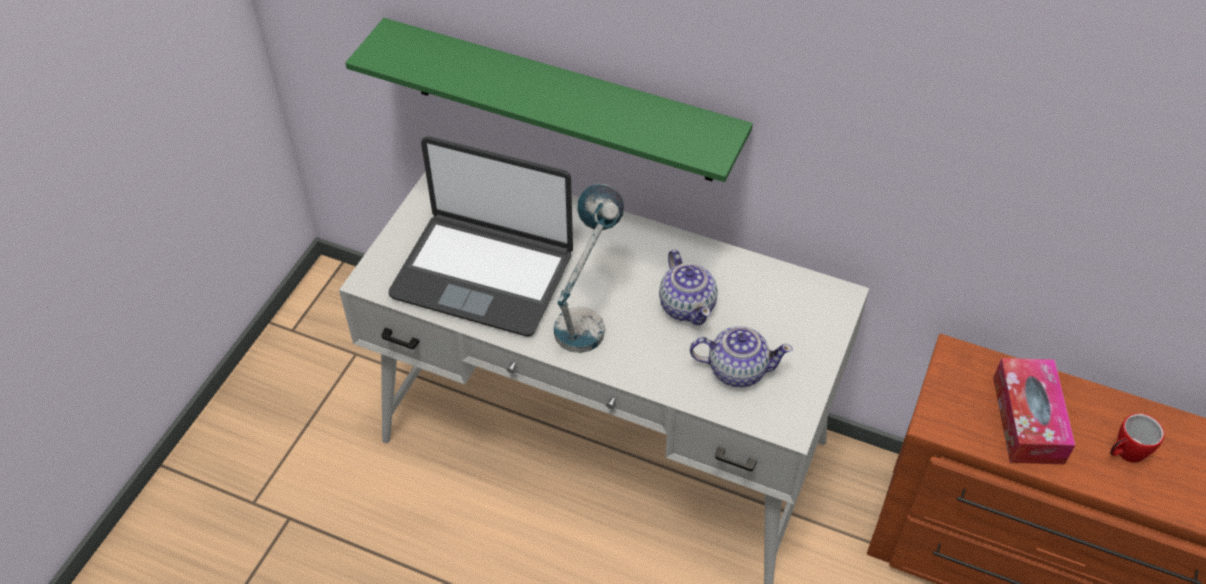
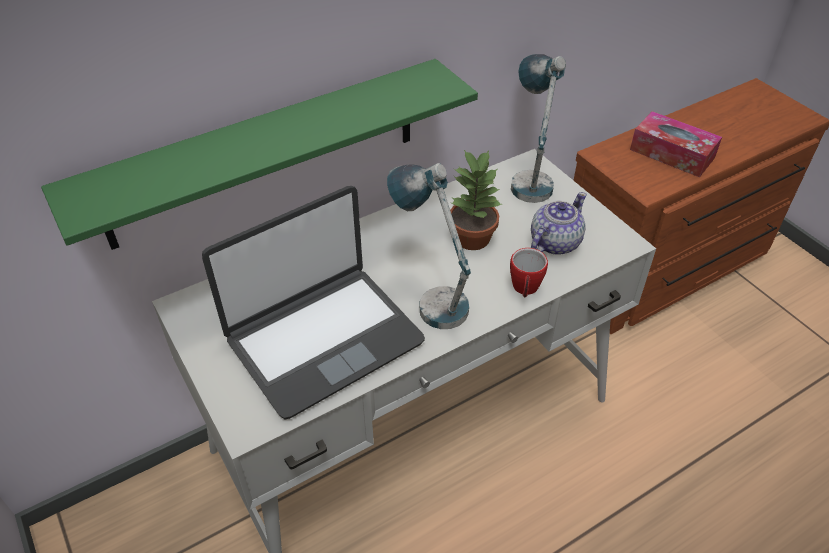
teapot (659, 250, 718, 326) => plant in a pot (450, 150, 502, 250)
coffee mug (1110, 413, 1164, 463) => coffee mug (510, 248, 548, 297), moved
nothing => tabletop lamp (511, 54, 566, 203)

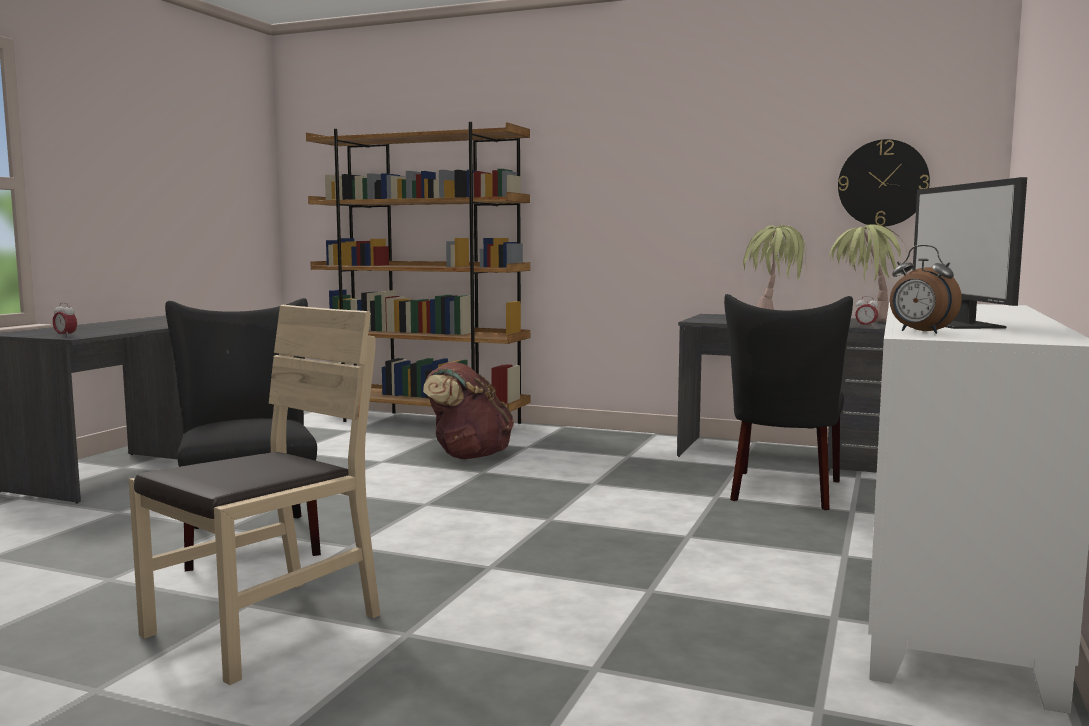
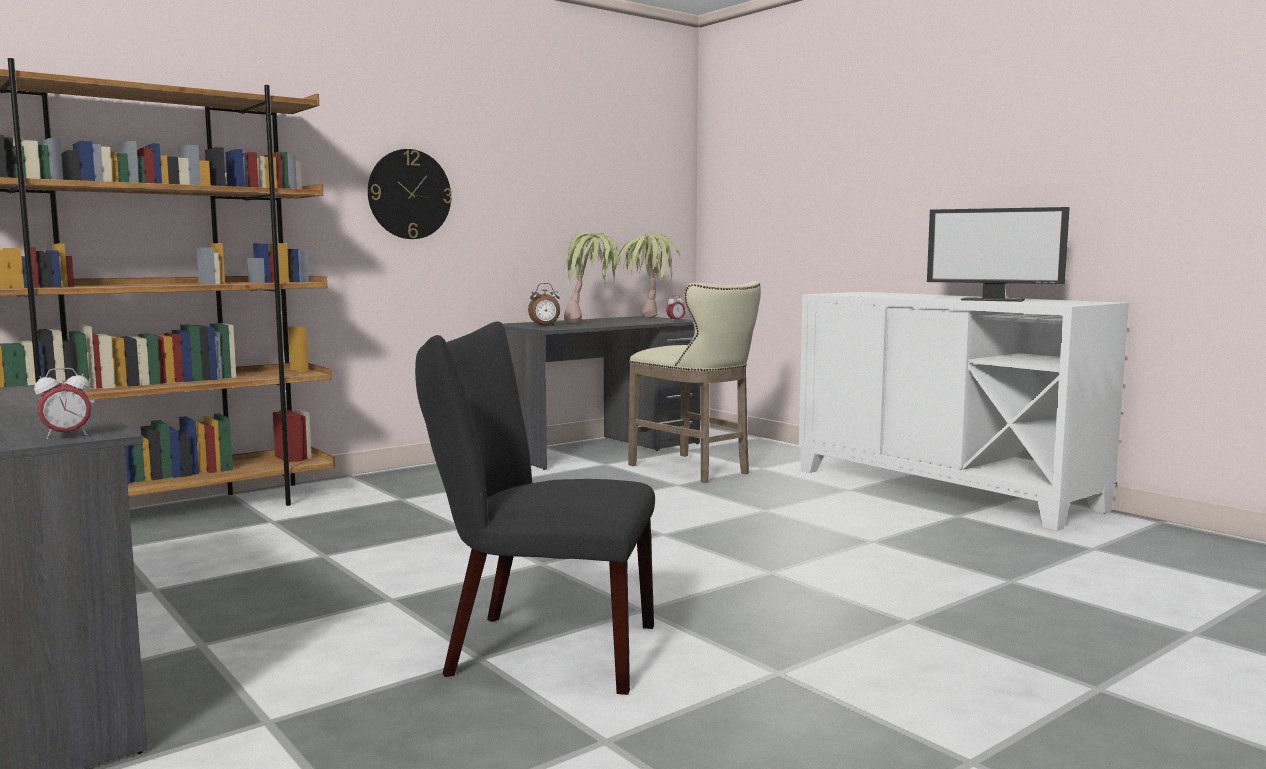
wall clock (838, 139, 930, 227) => wall clock (368, 149, 452, 239), moved
table clock (890, 245, 962, 334) => table clock (528, 283, 560, 326), moved
plain chair (black) (724, 294, 853, 510) => stool (sand-coloured) (628, 281, 761, 483)
plain chair (sand-coloured) (129, 305, 380, 685) => nothing
knapsack (brownish) (423, 362, 514, 459) => nothing

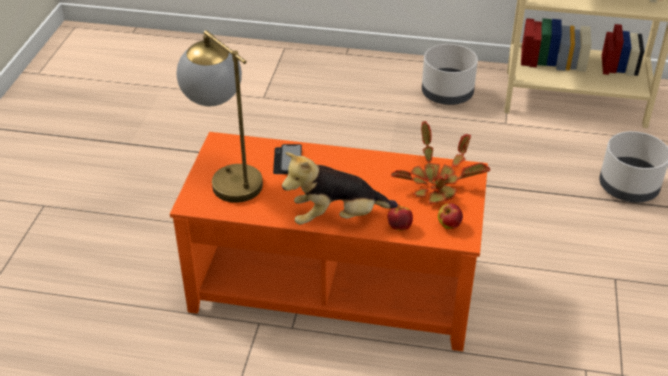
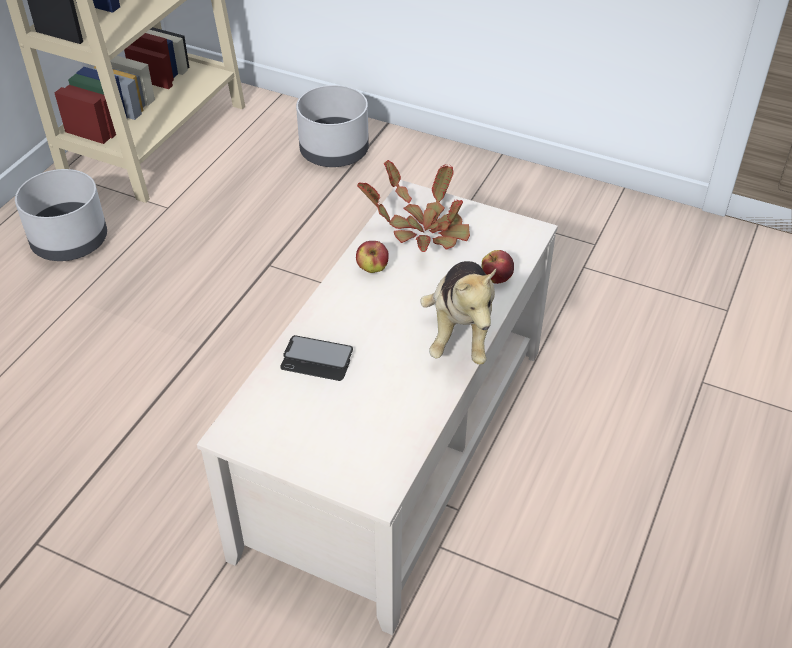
coffee table (orange) (170, 132, 488, 351) => coffee table (sand-coloured) (197, 180, 558, 635)
apple (438, 203, 463, 229) => apple (356, 241, 389, 273), moved
tabletop lamp (176, 30, 263, 203) => nothing

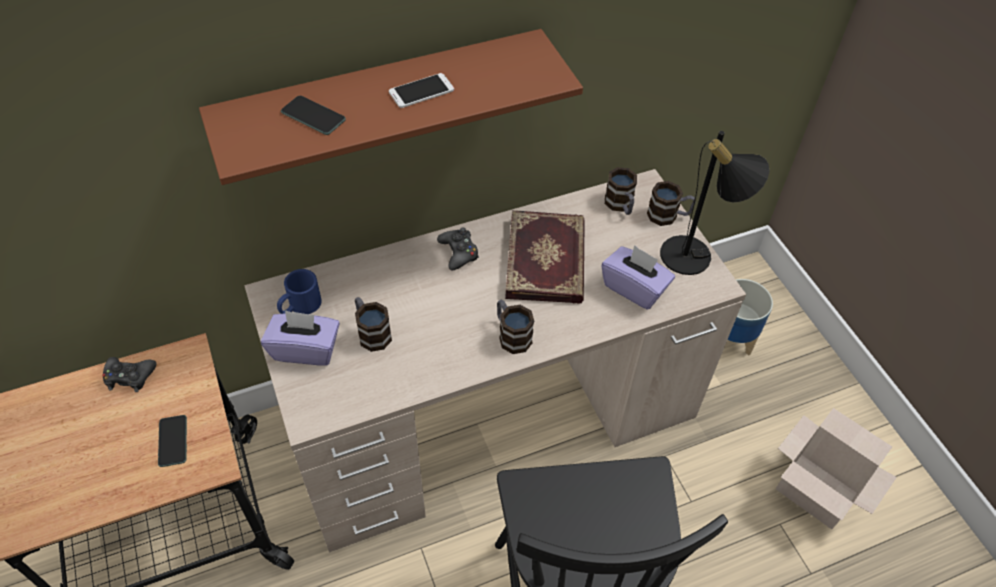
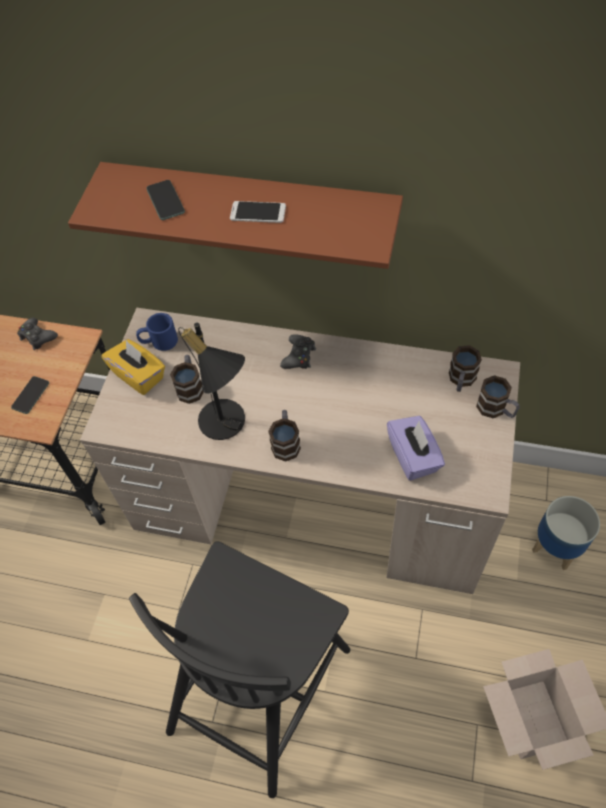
tissue box (purplish) (261, 310, 340, 366) => tissue box (yellowish) (102, 339, 165, 395)
tabletop lamp (black) (660, 131, 769, 275) => tabletop lamp (black) (178, 322, 245, 440), moved
volume (505, 210, 585, 304) => nothing

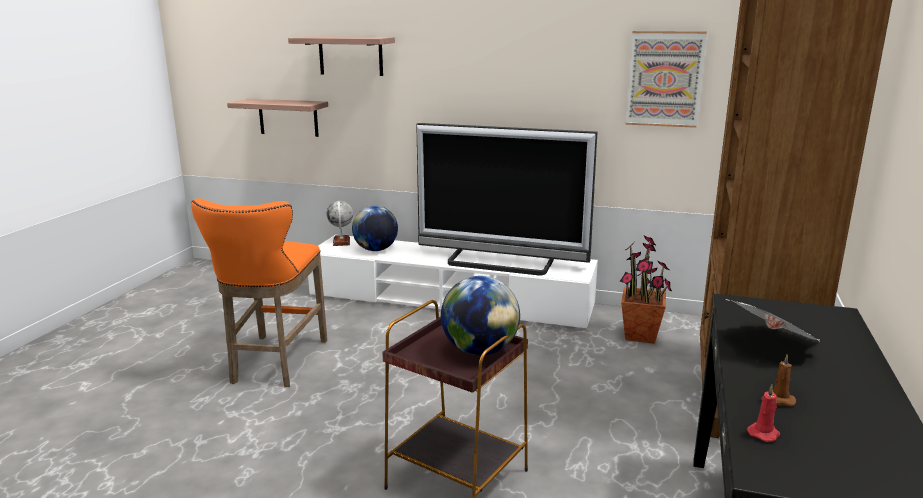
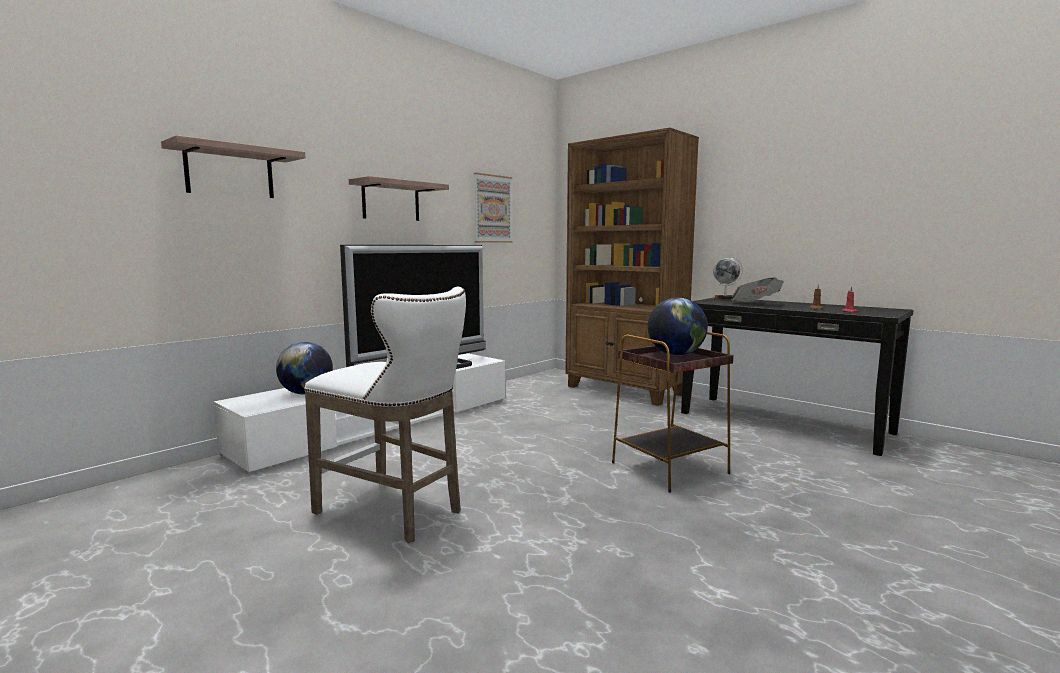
stool (orange) (191, 198, 327, 387) => stool (white) (304, 287, 466, 543)
shelf (227, 99, 328, 137) => shelf (349, 176, 449, 221), moved
desk globe (327, 201, 353, 246) => desk globe (713, 257, 743, 300), moved
plant in a pot (619, 236, 672, 344) => nothing

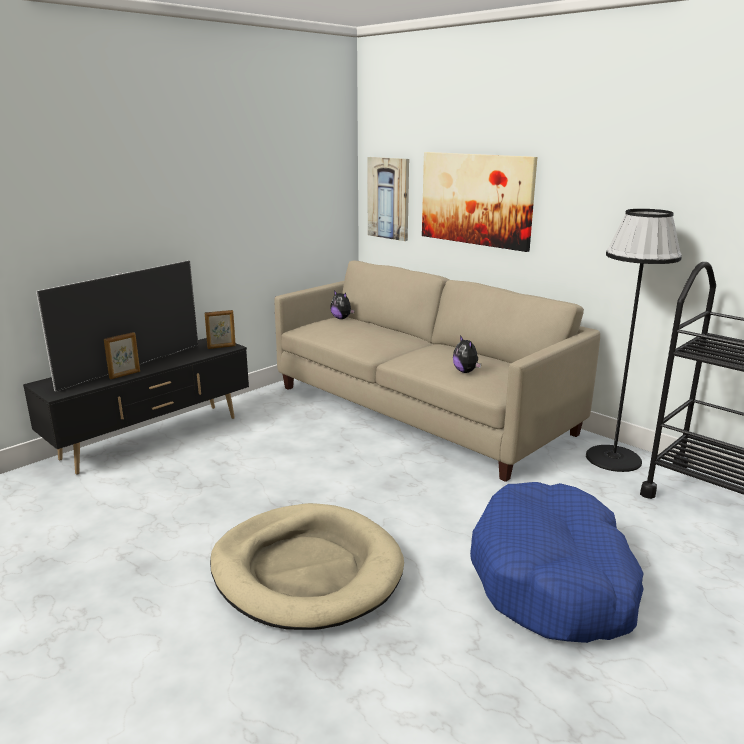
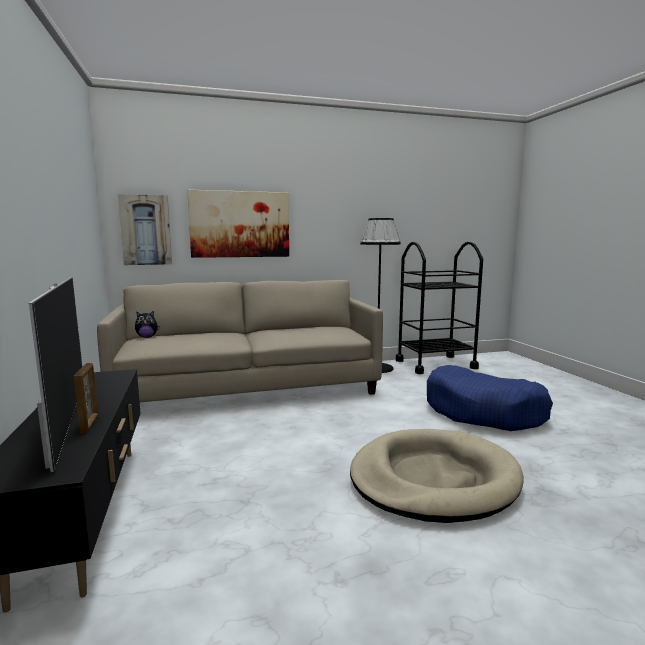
picture frame (205, 310, 236, 349) => nothing
soft toy (453, 335, 481, 373) => nothing

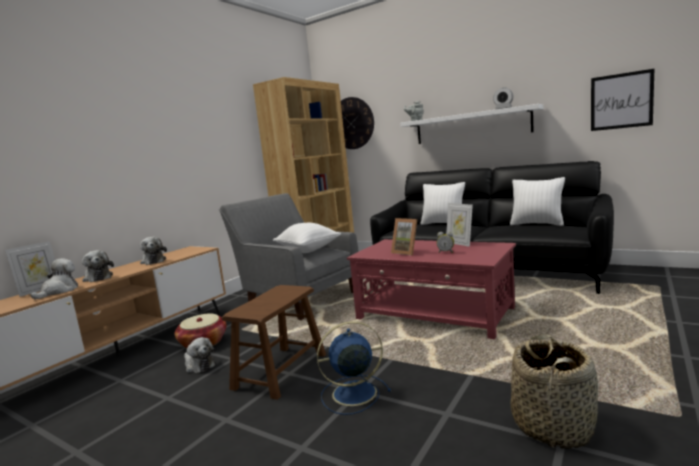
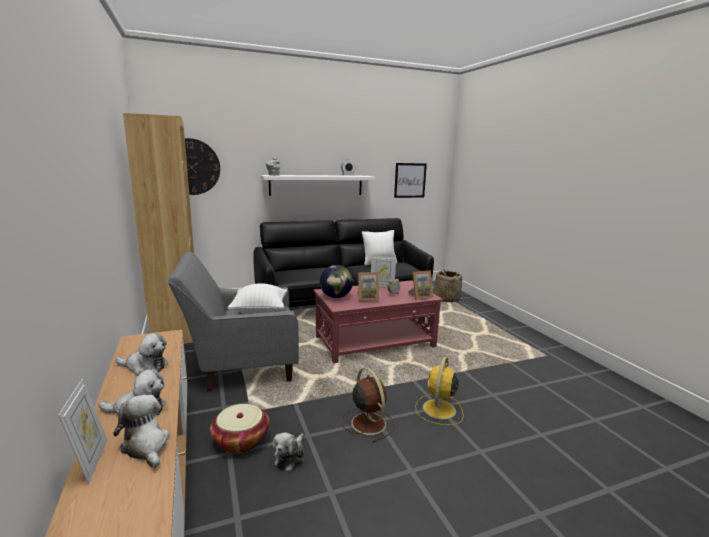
soft toy (184, 337, 215, 373) => soft toy (272, 432, 304, 472), 120 degrees clockwise
nothing => desk globe (320, 265, 353, 298)
stool (brownish) (222, 285, 326, 400) => fan (brownish) (341, 368, 395, 442)
nothing => picture frame (408, 270, 434, 300)
fan (bluish) (317, 321, 391, 415) => fan (yellowish) (415, 357, 464, 425)
household basket (511, 334, 598, 449) => household basket (434, 268, 462, 302), moved
cushion (white) (421, 182, 465, 225) => nothing

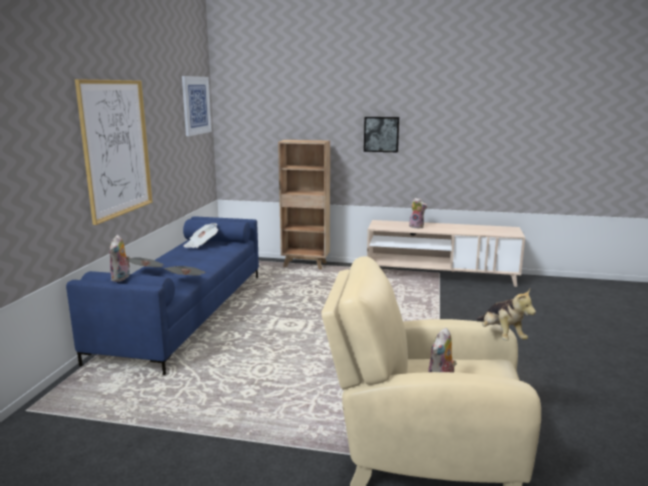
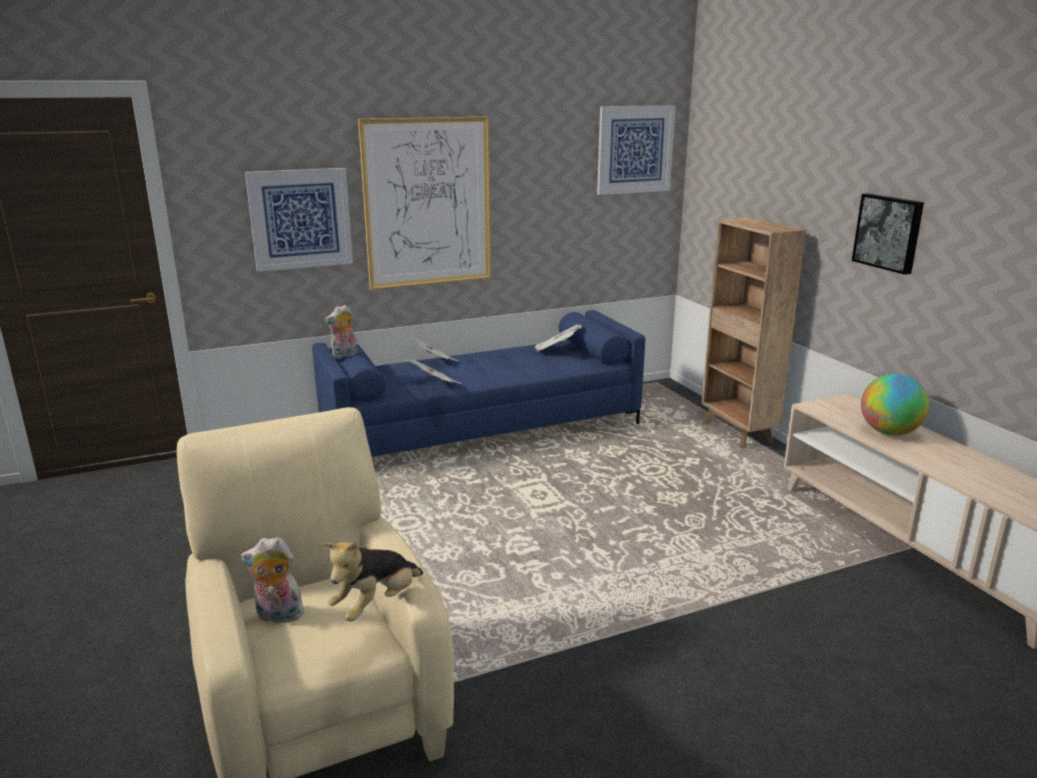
nothing => picture (245, 168, 353, 272)
soft toy (409, 198, 427, 229) => desk globe (861, 374, 929, 435)

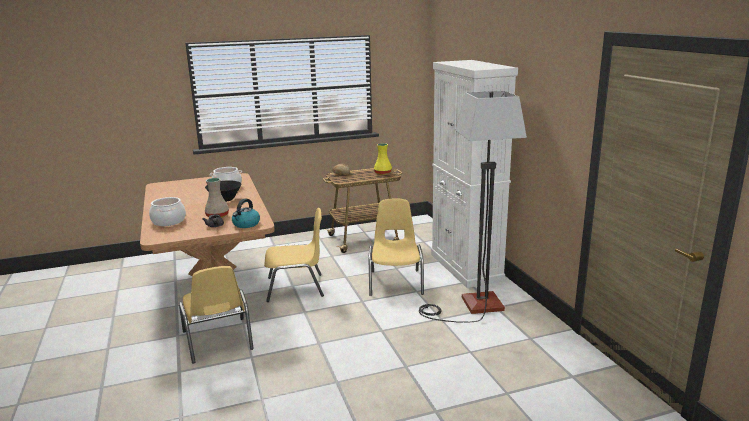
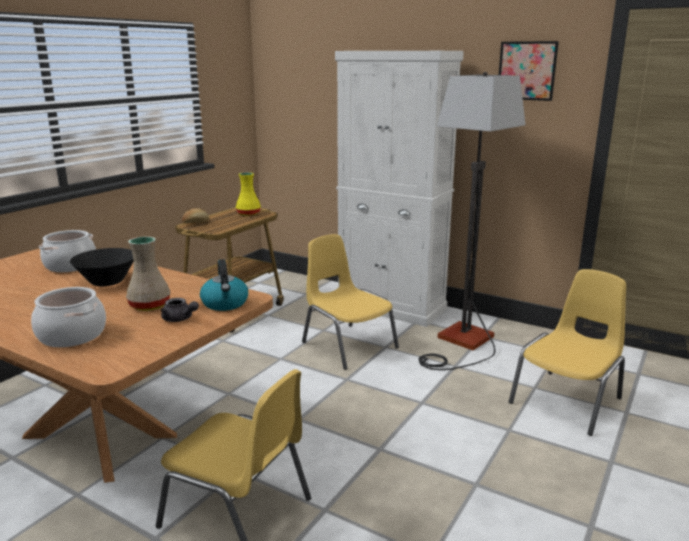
nothing => picture (499, 41, 559, 101)
plain chair (yellowish) (264, 208, 324, 302) => plain chair (yellowish) (509, 269, 626, 436), moved

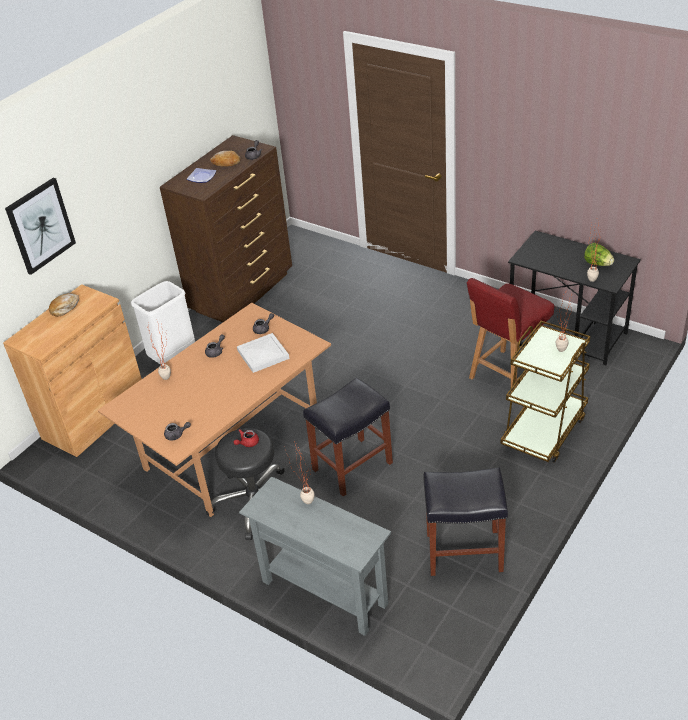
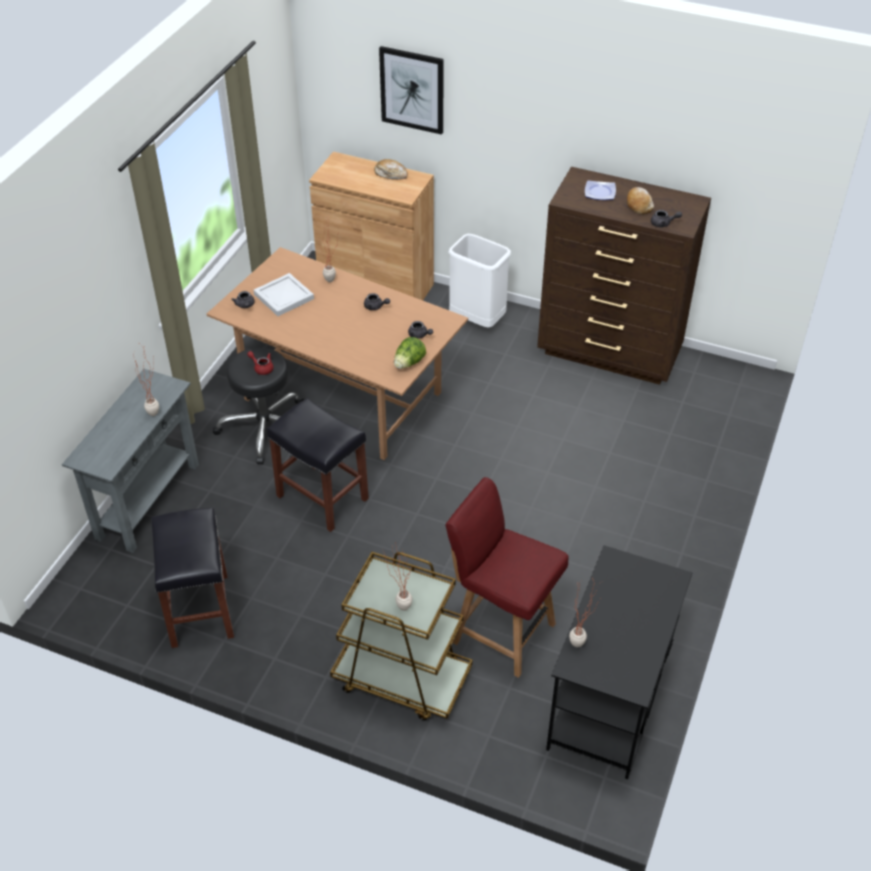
tray (white) (237, 333, 290, 373) => tray (white) (254, 273, 314, 316), moved
lettuce (584, 243, 614, 266) => lettuce (394, 337, 426, 369), moved

